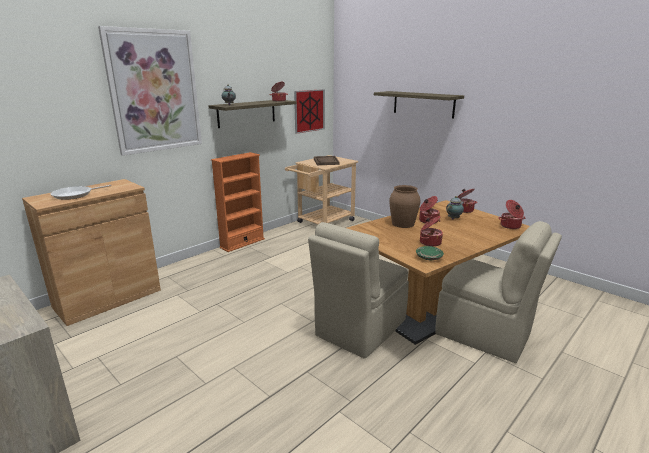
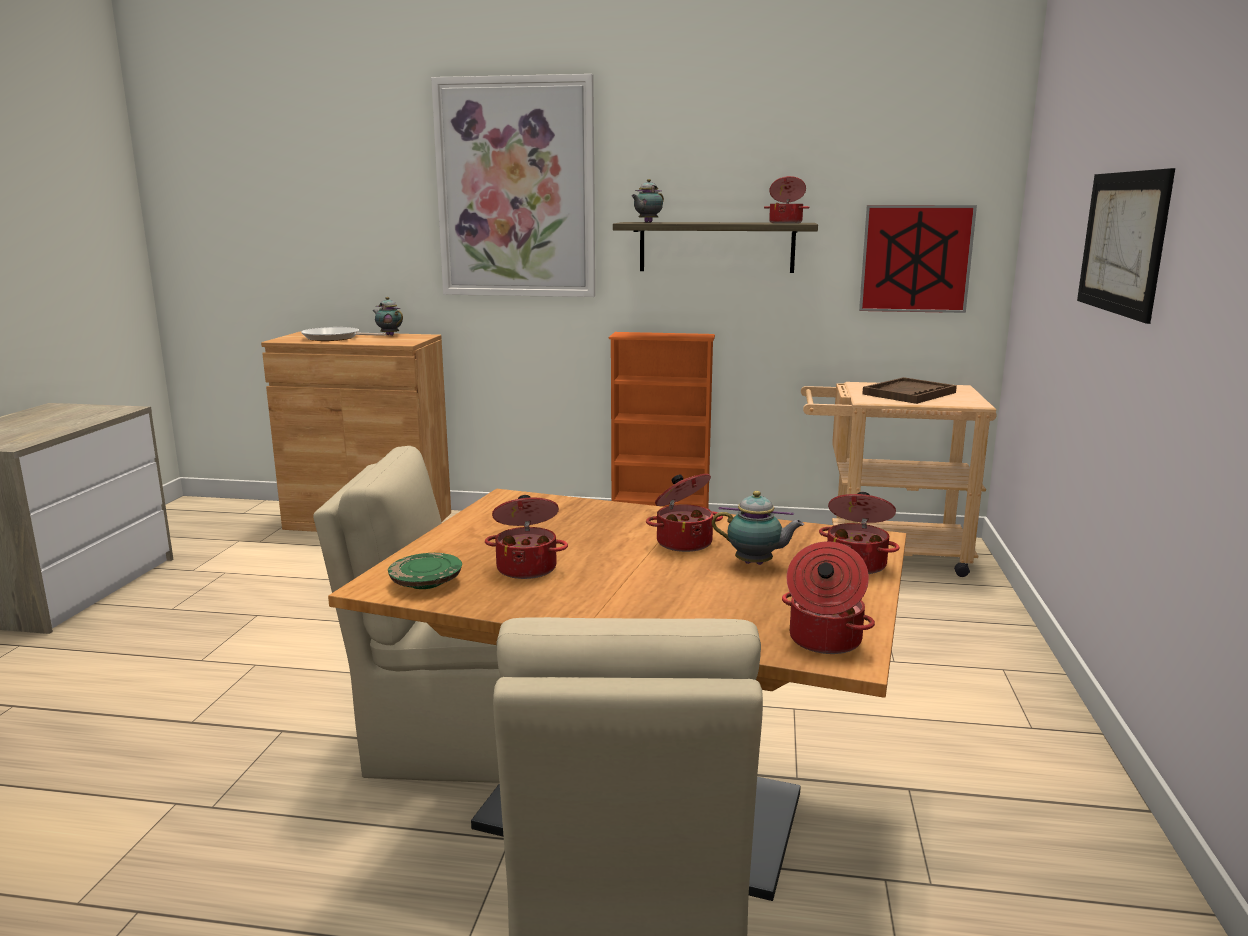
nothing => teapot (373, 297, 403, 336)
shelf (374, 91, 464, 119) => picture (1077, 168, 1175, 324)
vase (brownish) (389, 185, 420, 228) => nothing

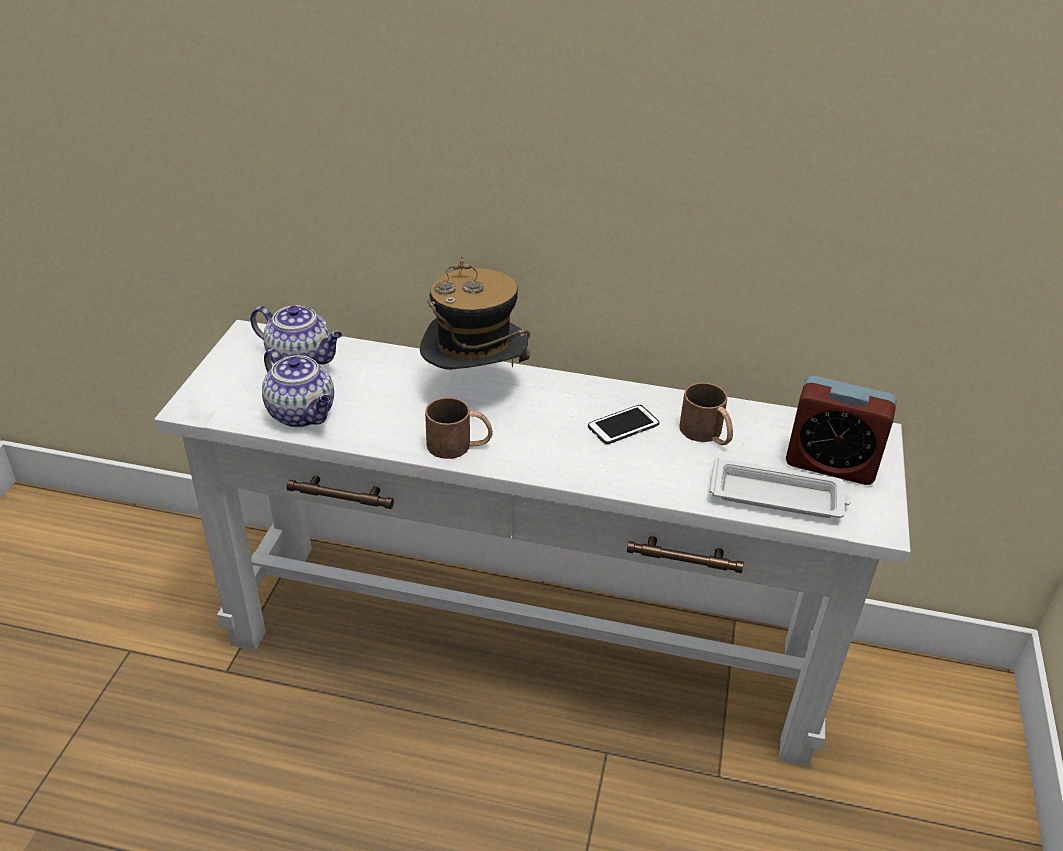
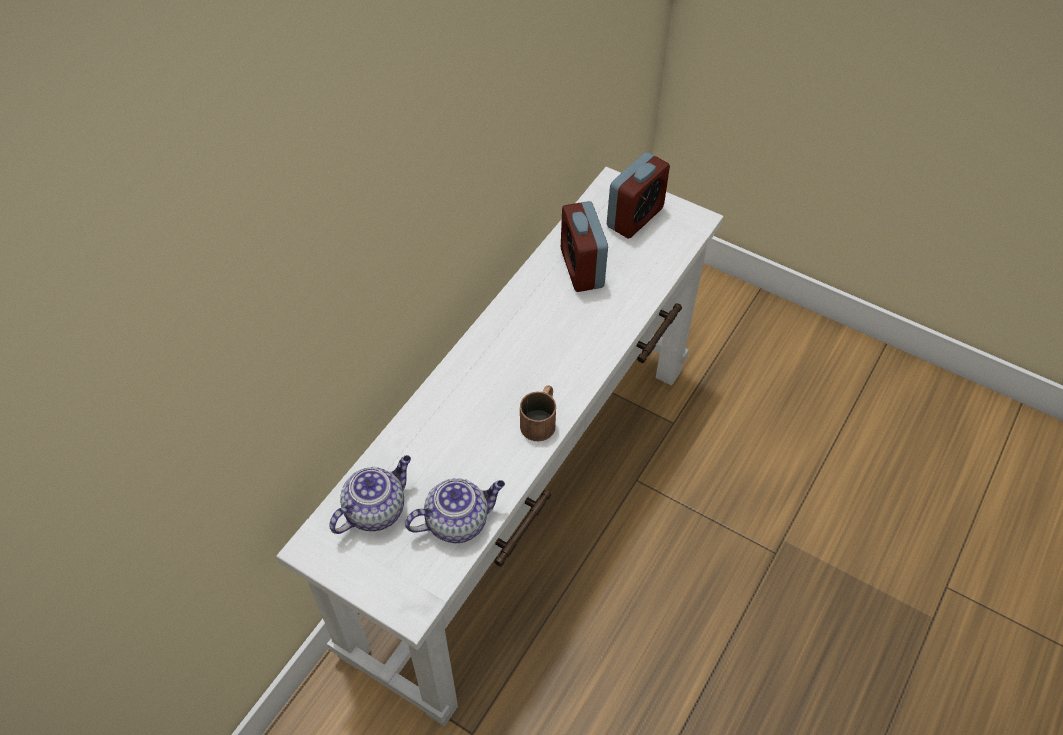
coffee mug (brownish) (679, 383, 733, 445) => table clock (561, 201, 608, 292)
clothing hat (420, 257, 530, 370) => nothing
telephone (588, 405, 660, 444) => nothing
tray (white) (710, 457, 851, 518) => nothing

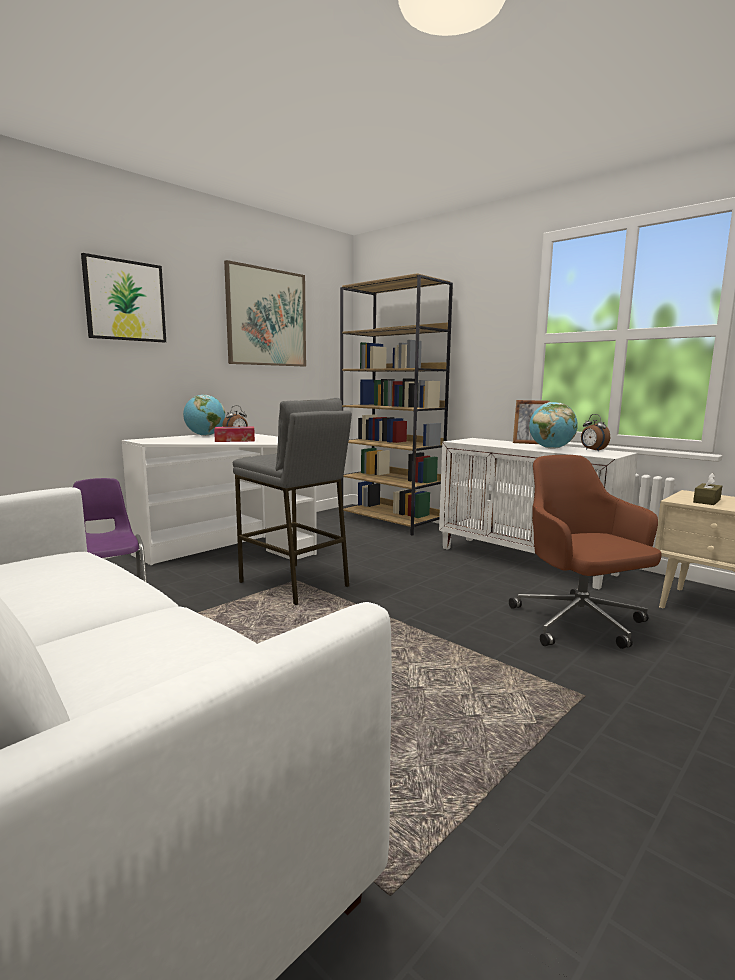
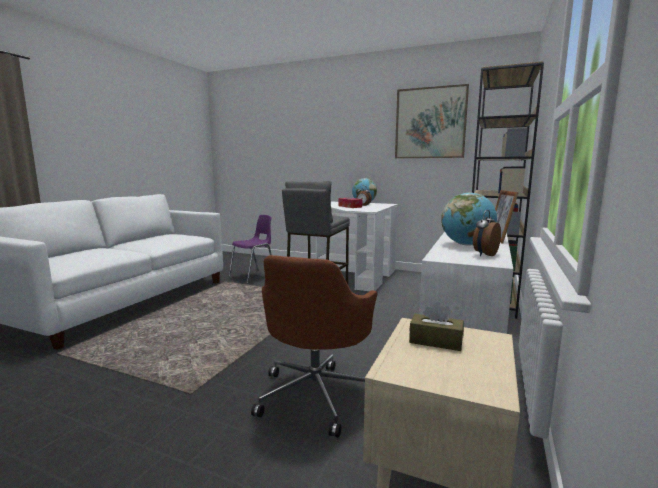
office chair (brownish) (509, 455, 662, 649) => office chair (brownish) (251, 255, 378, 438), 150 degrees clockwise
picture (81, 253, 166, 342) => nothing

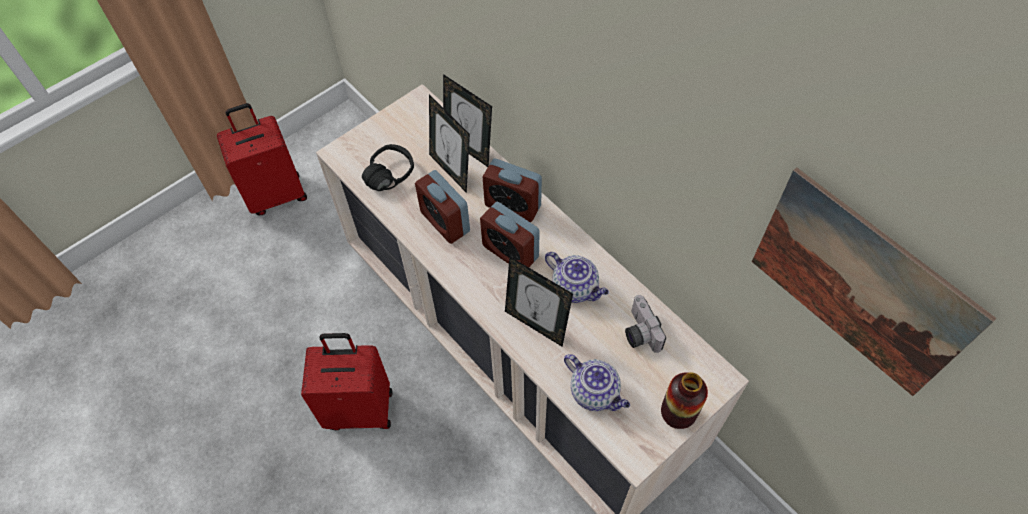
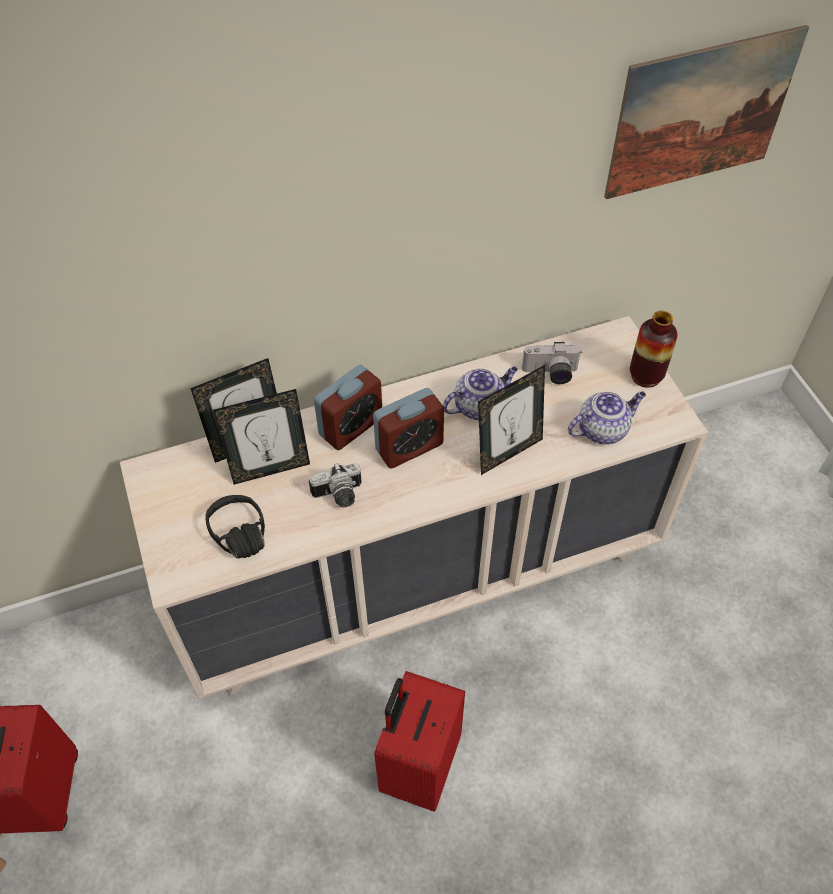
table clock (415, 170, 470, 244) => still camera (309, 463, 362, 507)

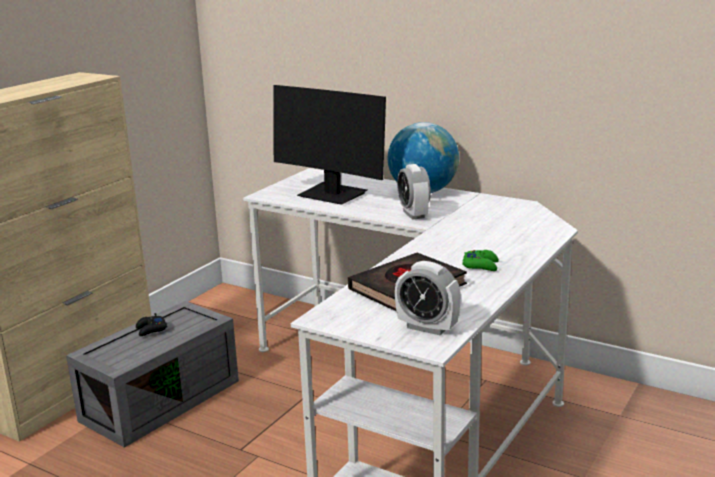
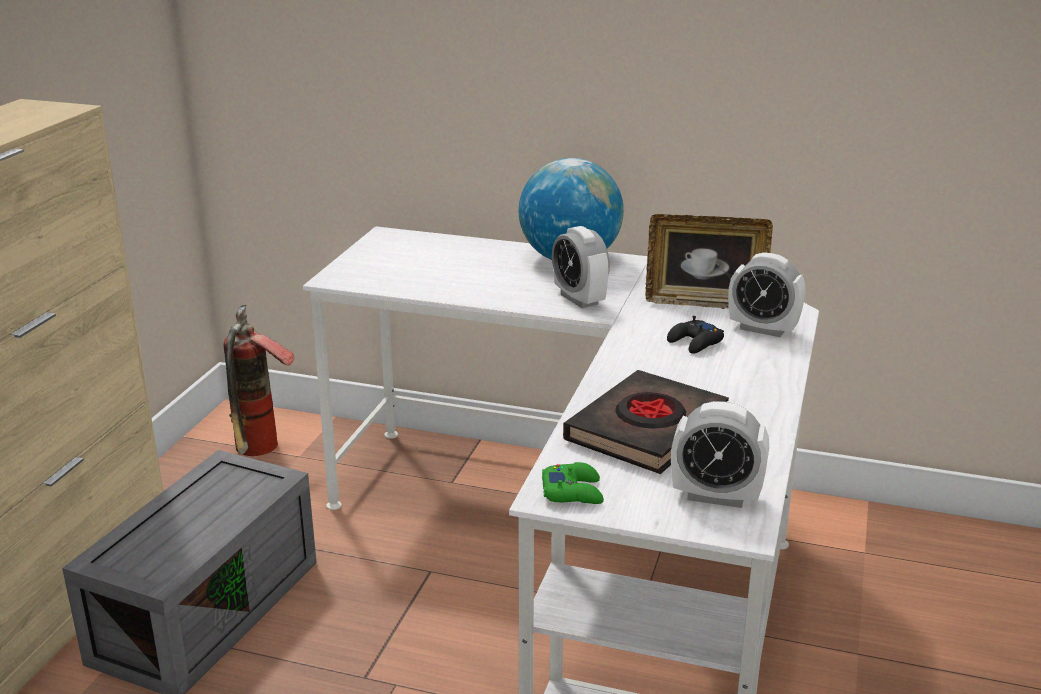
nothing => extinguisher (223, 305, 295, 456)
joypad (green-coloured) (462, 250, 499, 271) => joypad (green-coloured) (542, 462, 604, 504), moved
nothing => picture frame (645, 214, 773, 309)
joypad (black) (136, 313, 167, 336) => joypad (black) (667, 316, 724, 354), moved
nothing => table clock (728, 252, 805, 337)
computer display (273, 85, 386, 205) => nothing

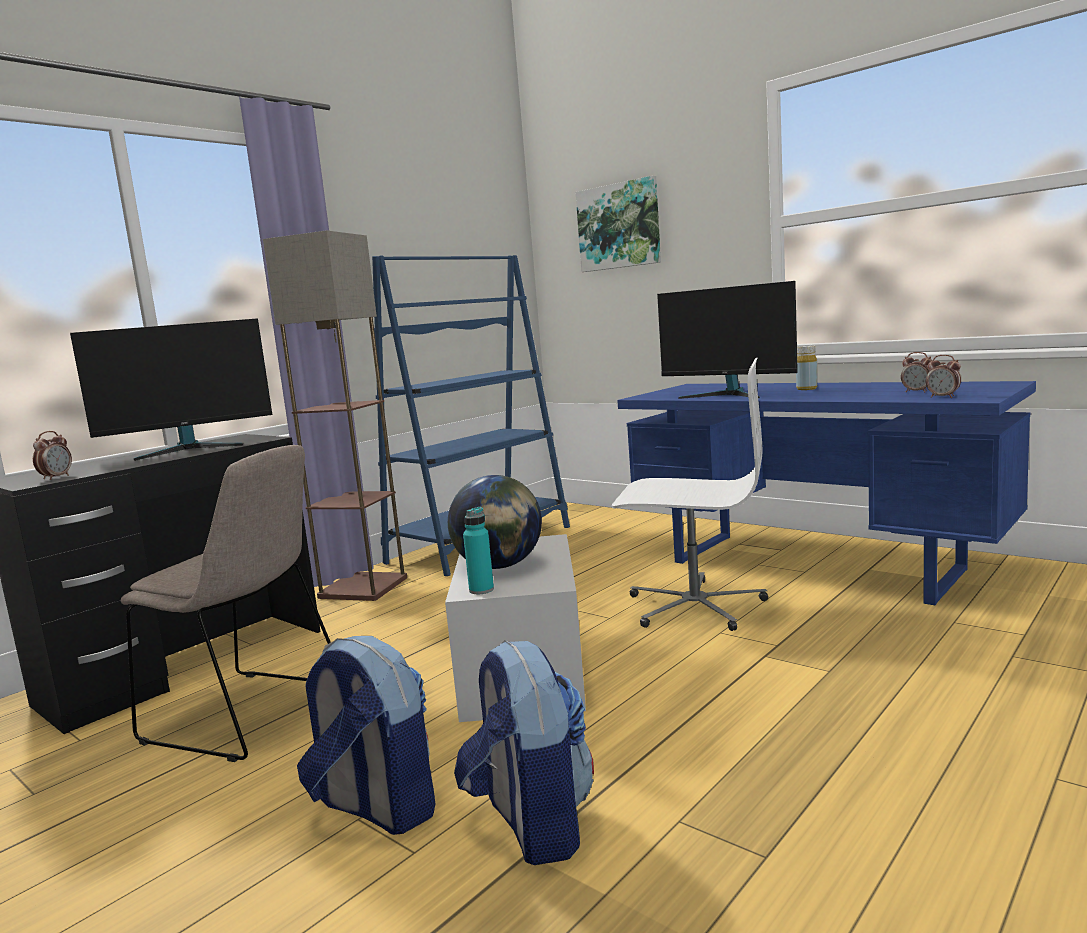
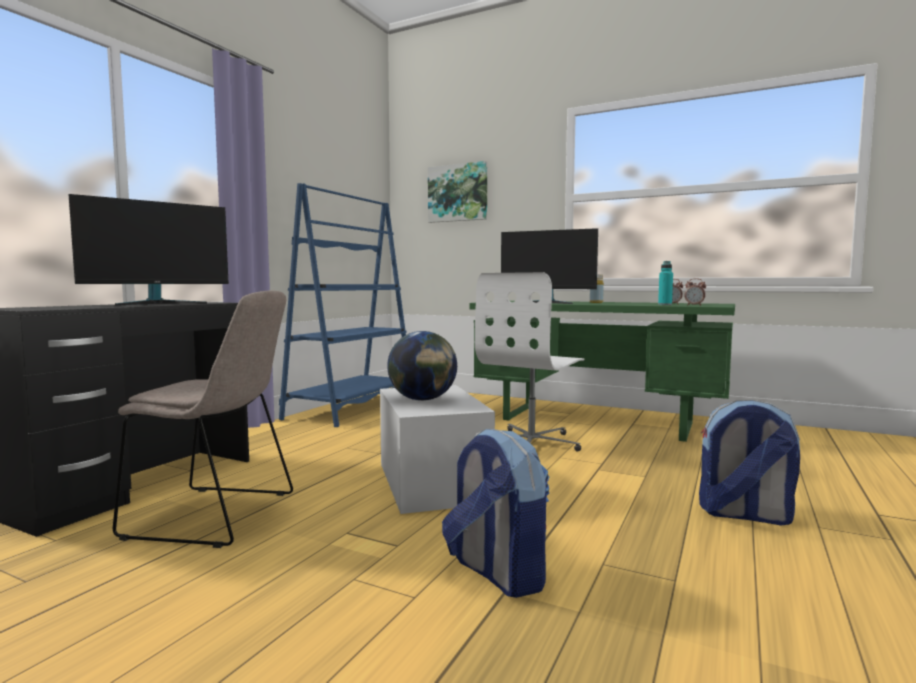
desk unit (bluish) (617, 381, 1036, 605) => desk unit (green-coloured) (470, 301, 735, 442)
office chair (white) (612, 358, 768, 631) => office chair (white) (475, 272, 584, 452), 120 degrees clockwise
beverage bottle (turquoise) (463, 507, 494, 594) => beverage bottle (turquoise) (658, 261, 673, 305), moved
knapsack (297, 636, 435, 835) => knapsack (699, 400, 800, 525), moved
table clock (33, 431, 72, 480) => nothing
floor lamp (263, 230, 407, 601) => nothing

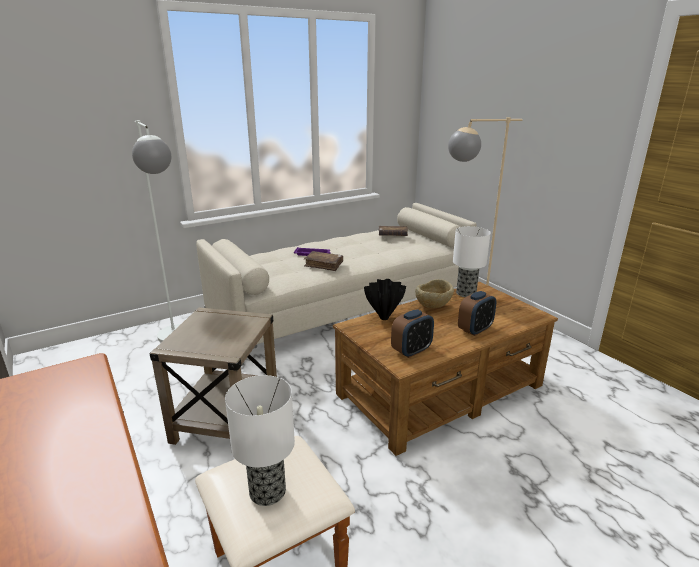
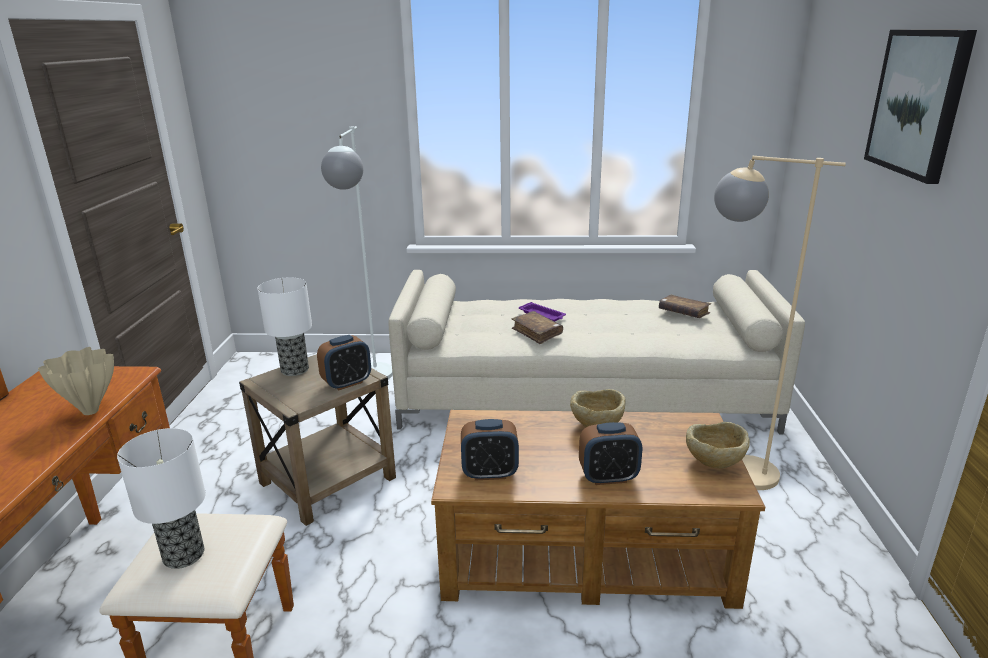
nothing => vase (sand-coloured) (38, 347, 114, 415)
tabletop lamp (453, 226, 491, 297) => tabletop lamp (257, 278, 312, 376), moved
nothing => table clock (317, 335, 371, 390)
nothing => serving bowl (sand-coloured) (686, 422, 750, 469)
nothing => picture (864, 30, 977, 184)
vase (black) (364, 279, 406, 320) => nothing

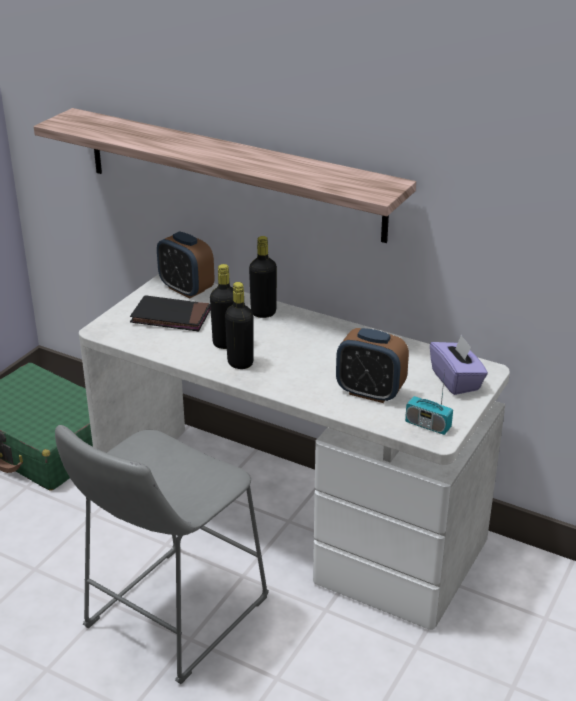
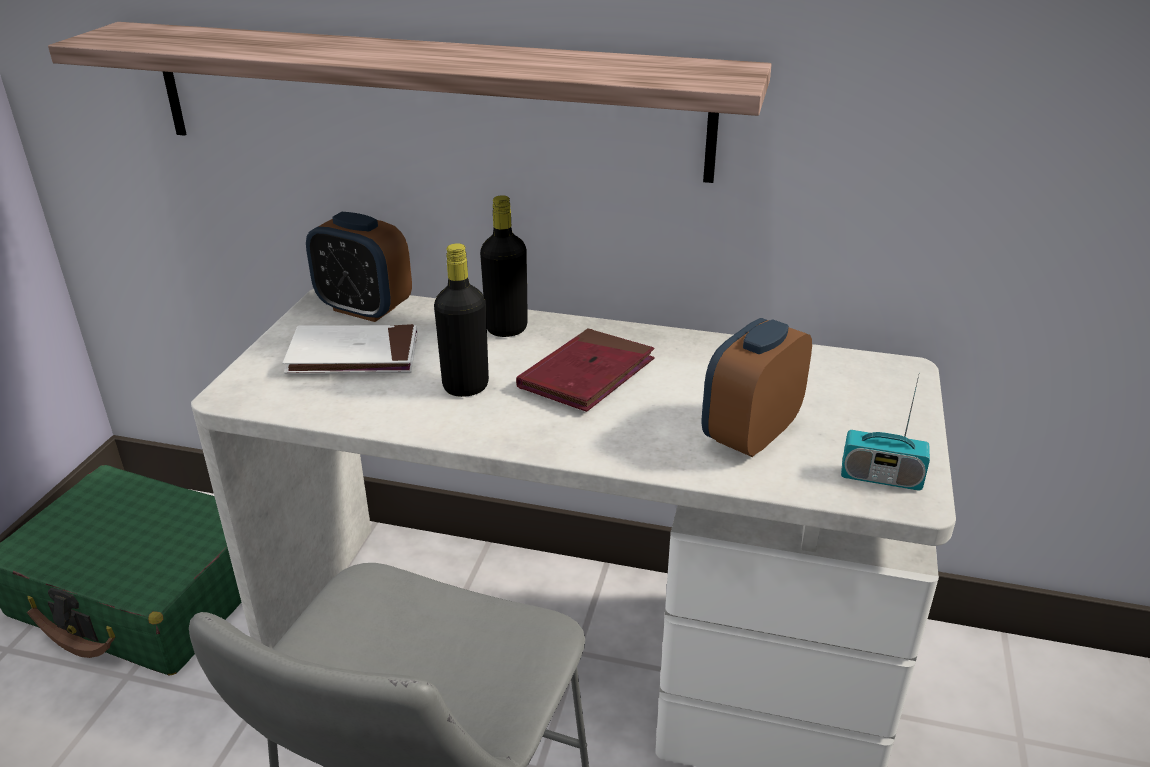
volume (black) (130, 295, 211, 332) => volume (white) (283, 324, 417, 374)
nothing => volume (reddish) (516, 328, 654, 412)
table clock (336, 328, 409, 403) => table clock (702, 318, 812, 457), 120 degrees clockwise
beverage bottle (black) (225, 282, 254, 369) => nothing
tissue box (purplish) (430, 334, 488, 395) => nothing

